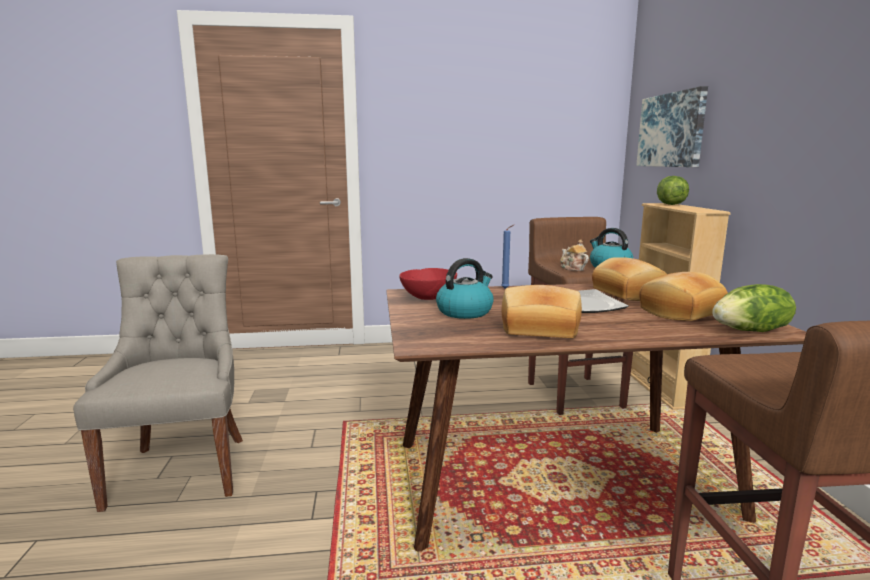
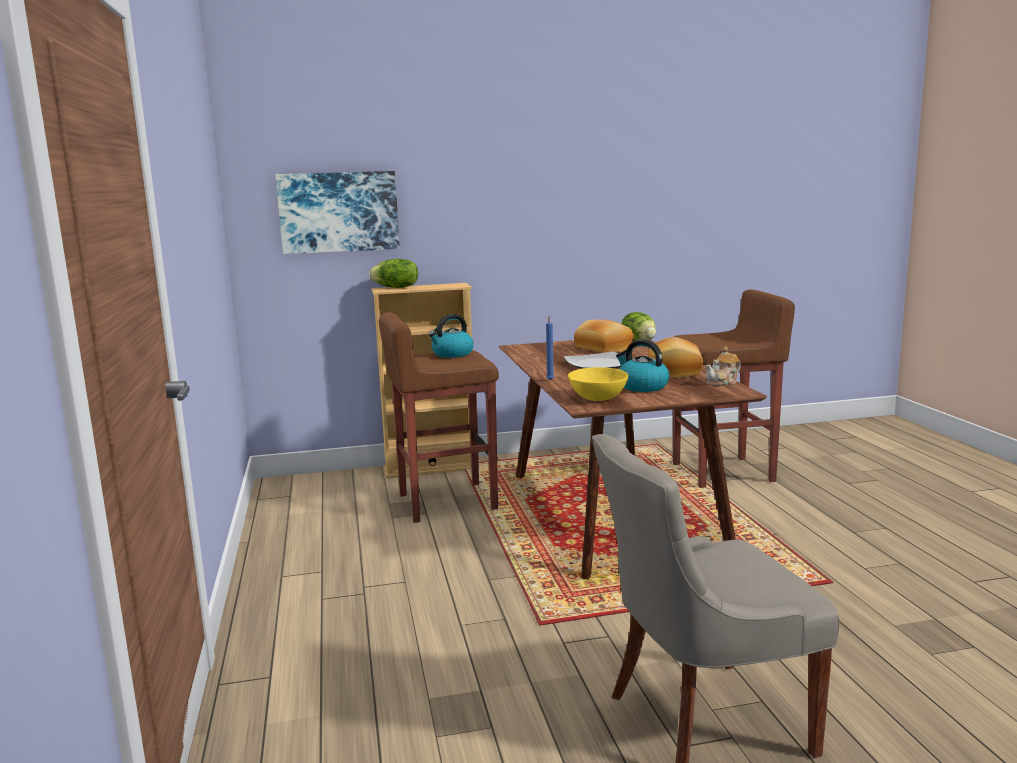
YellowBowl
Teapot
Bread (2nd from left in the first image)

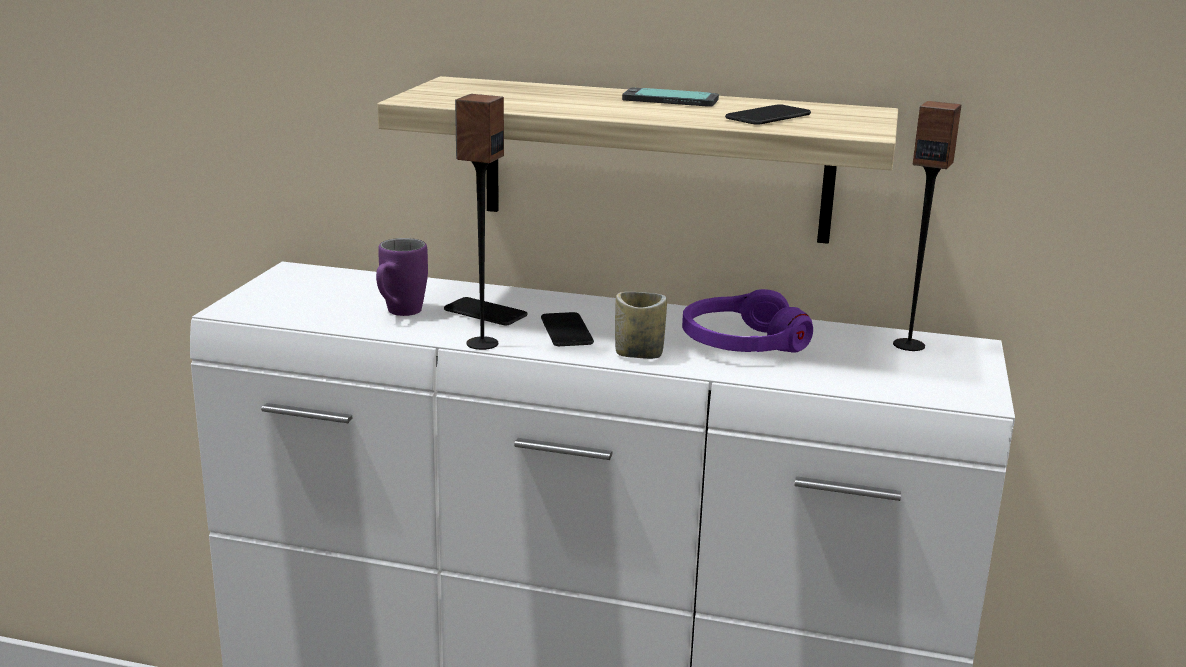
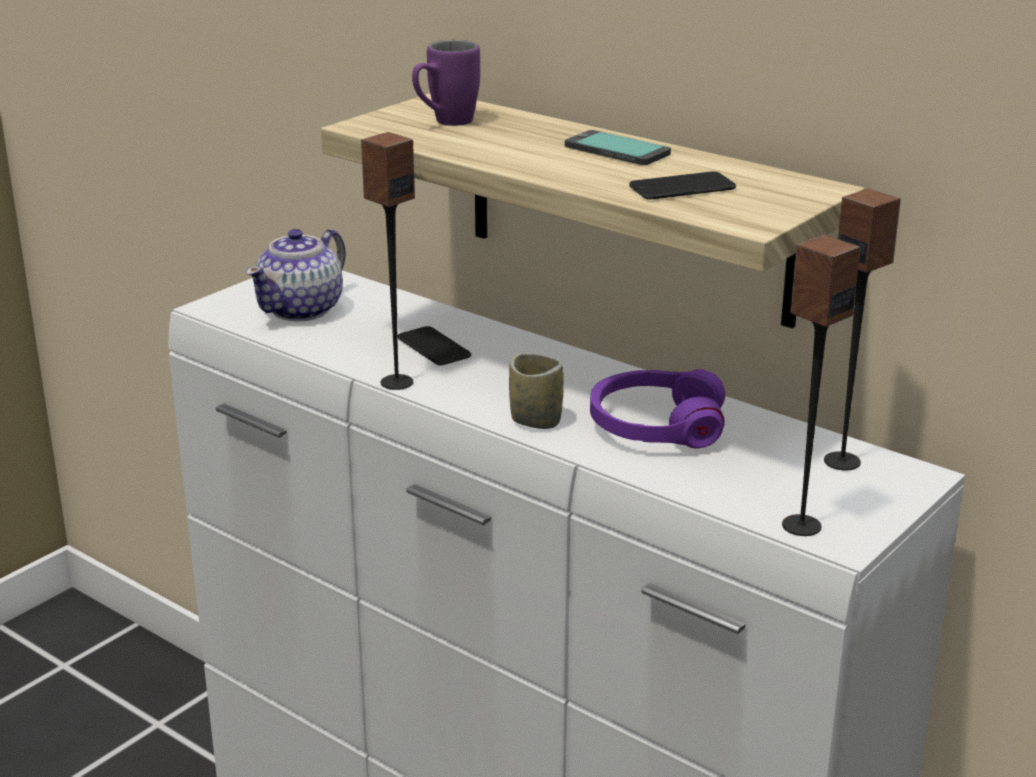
Teapot
PurpleMug
Speaker (2nd from left)
Phone (2nd from left in the first image)

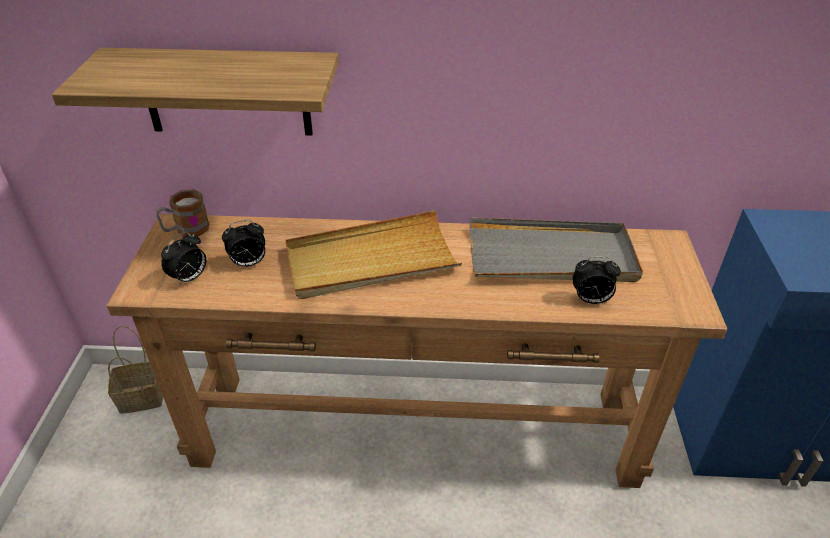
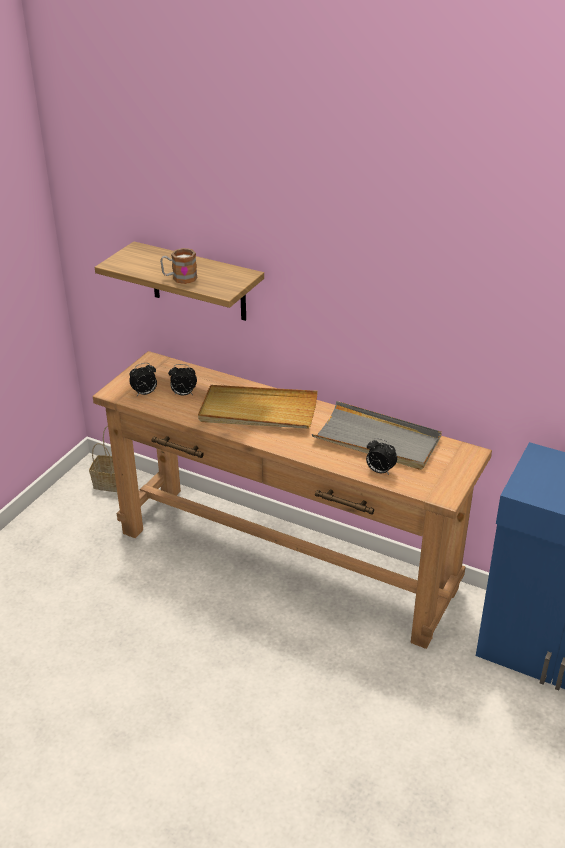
Mug

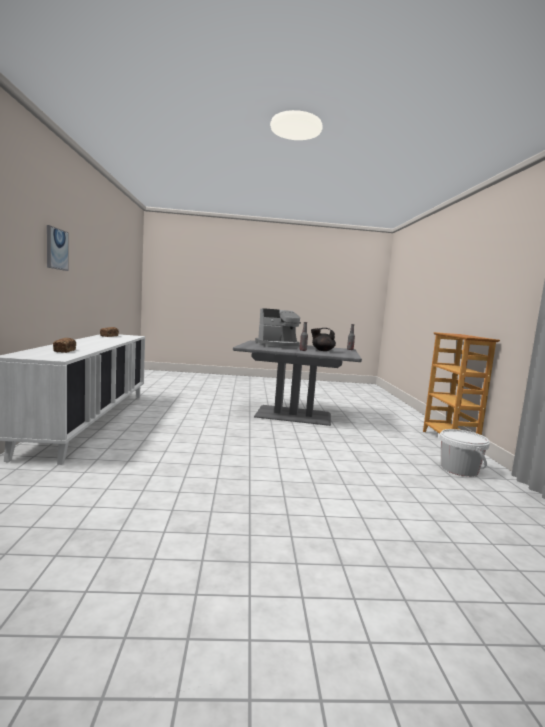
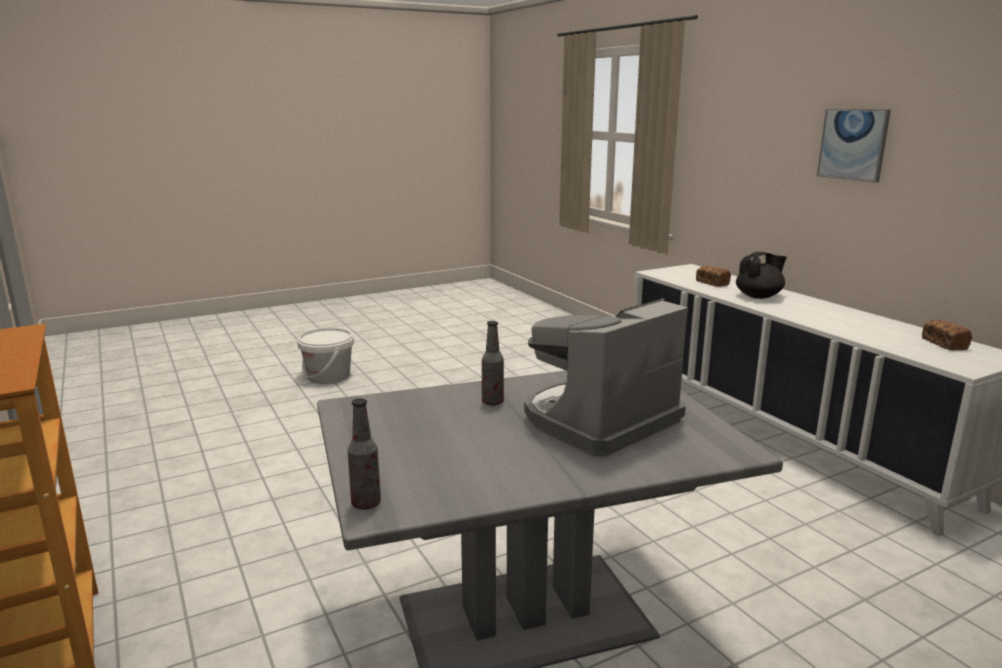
WhiteBucket
BlackTeapot

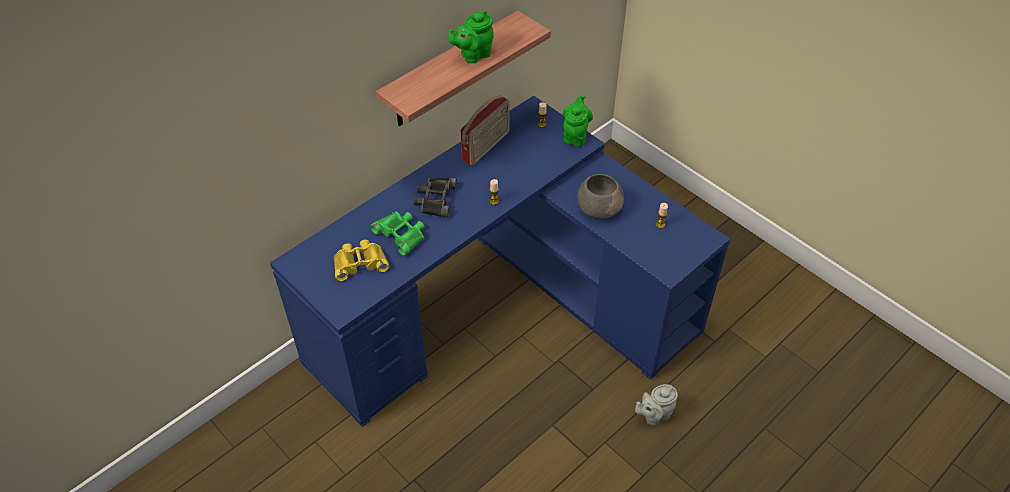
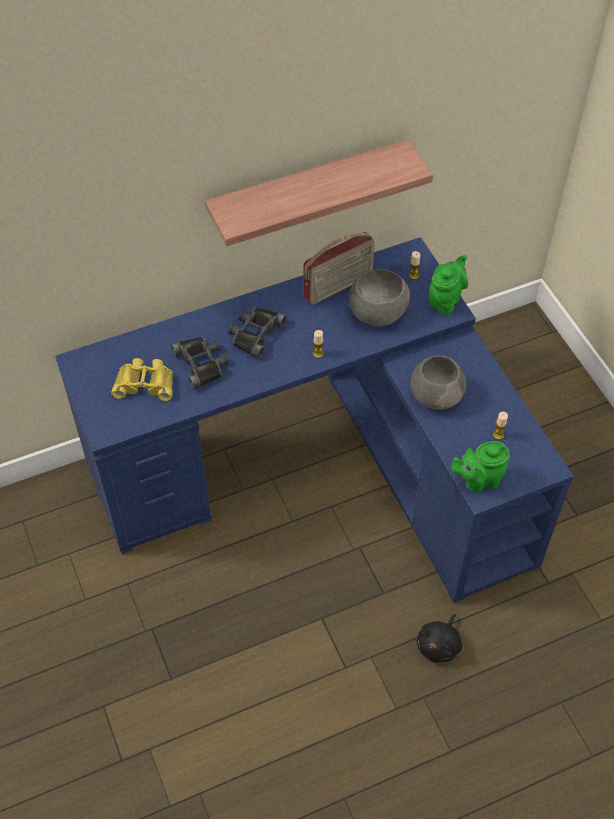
BlackBinoculars (1st from left)
GreyBowl (1st from left)
BlackPlushToy
GreenTeapot (2nd from left)

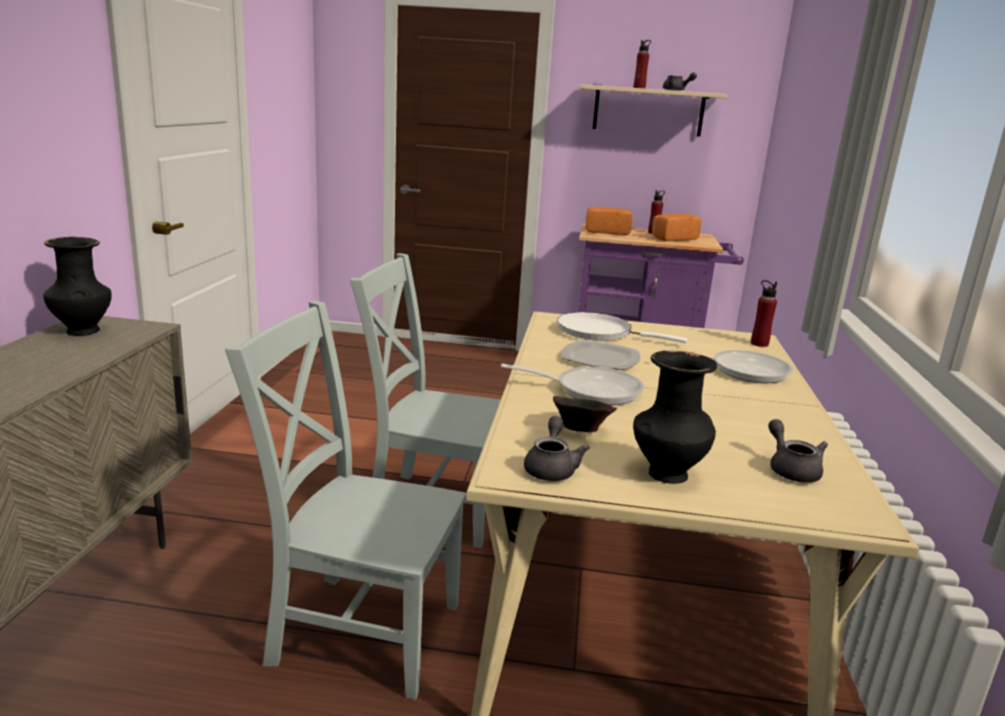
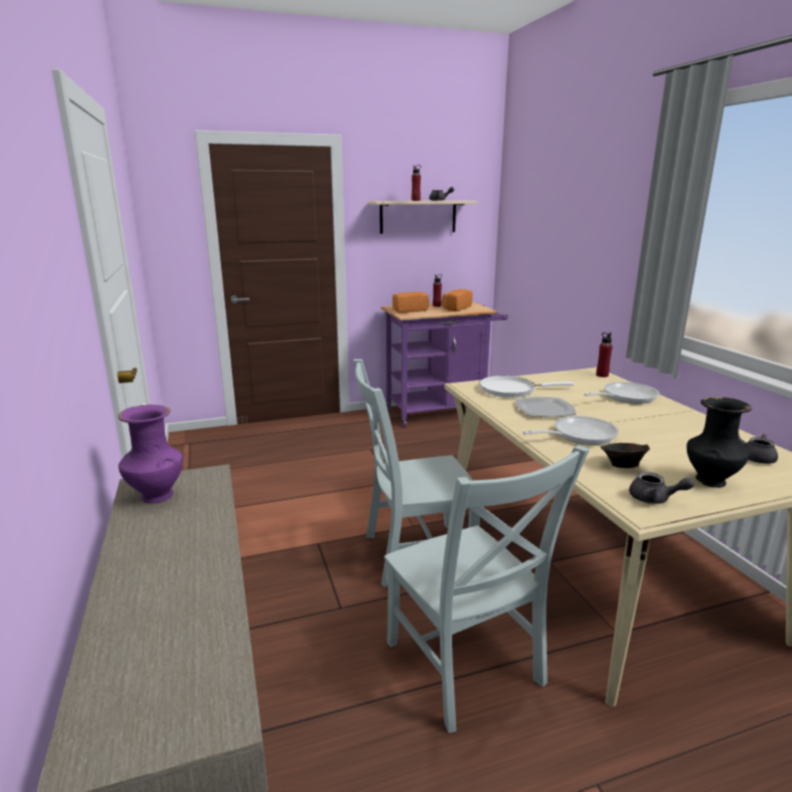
PurpleVase
GreyChair (2nd from left)
GreyTeapot (2nd from left)

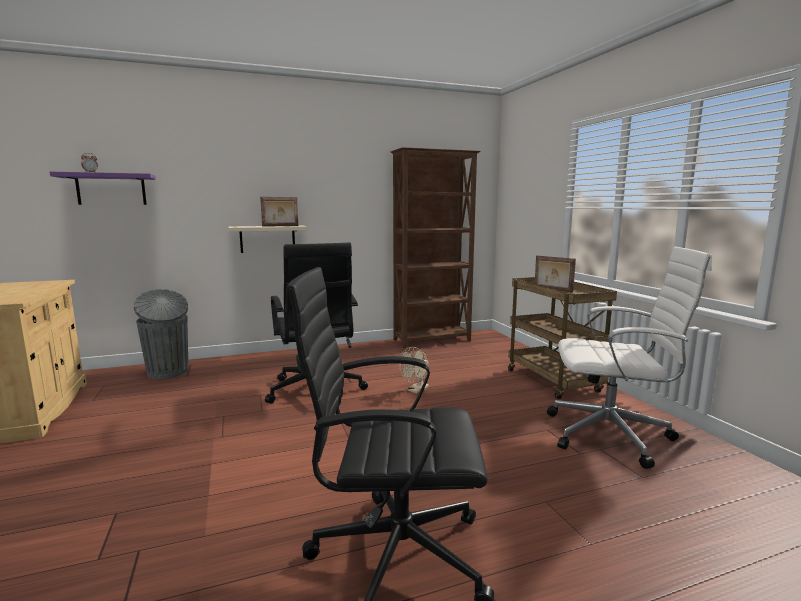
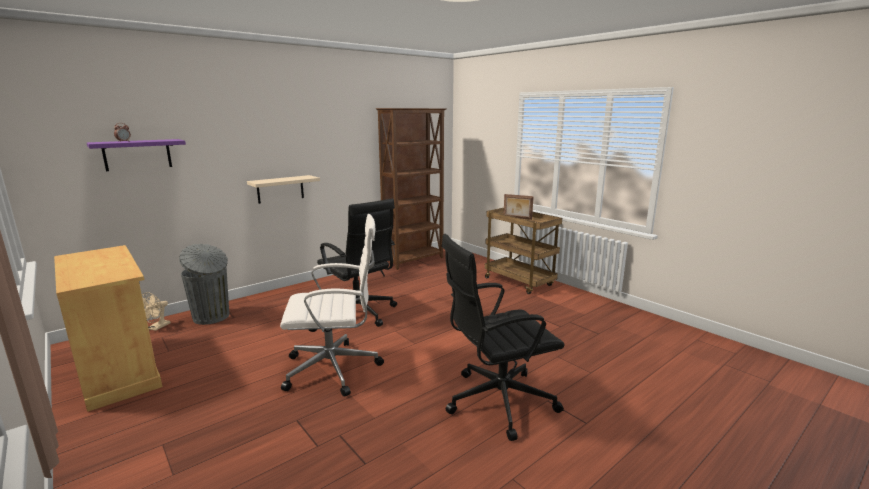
BeigeFan
WhiteOfficeChair
PictureFrame (1st from left in the first image)

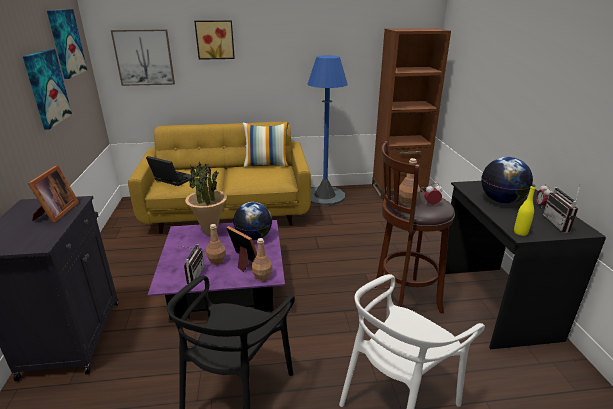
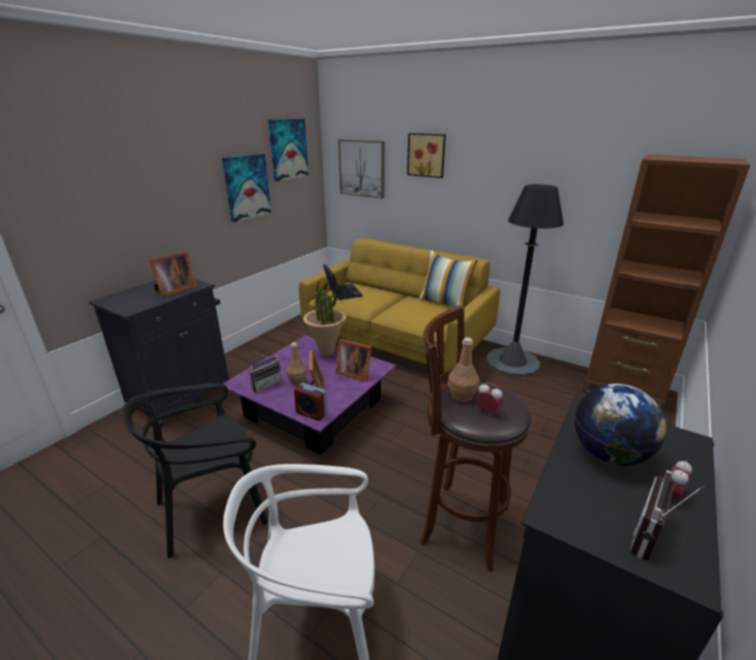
AlarmClock (1st from left)
PictureFrame (3rd from left)
BlackFloorLamp
YellowBottle

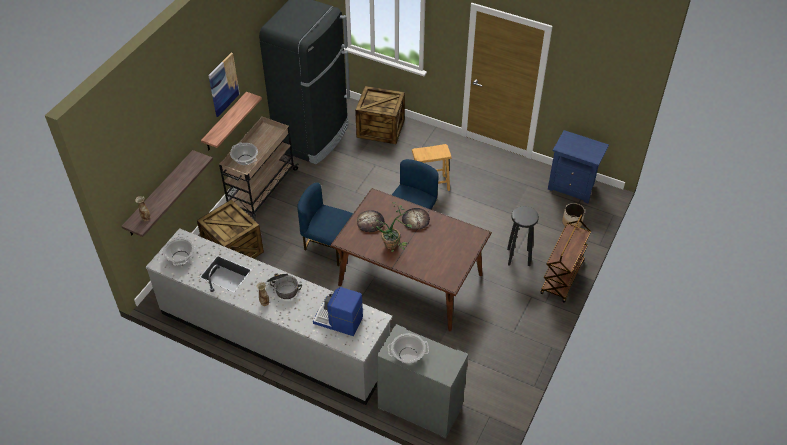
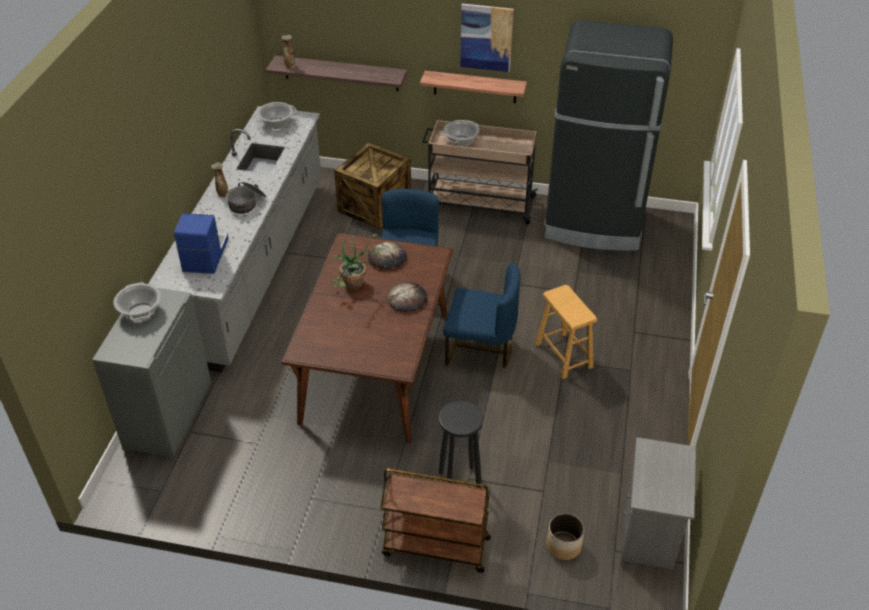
GreyNightstand
Crate (2nd from left in the first image)

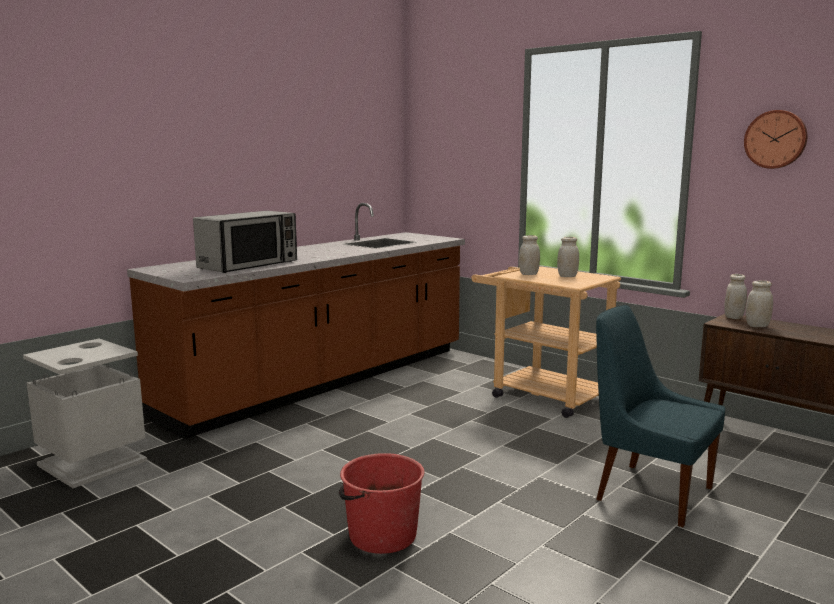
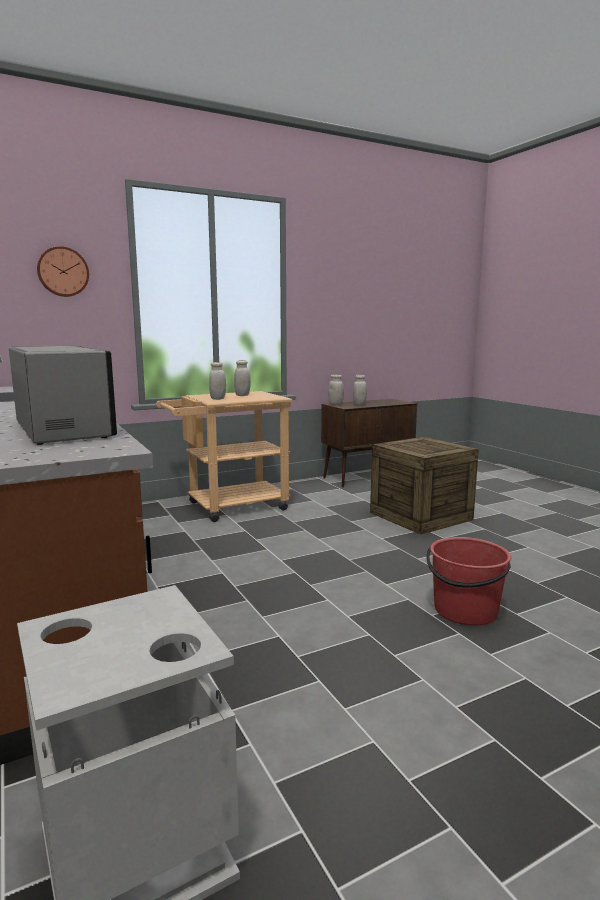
WallClock
Crate

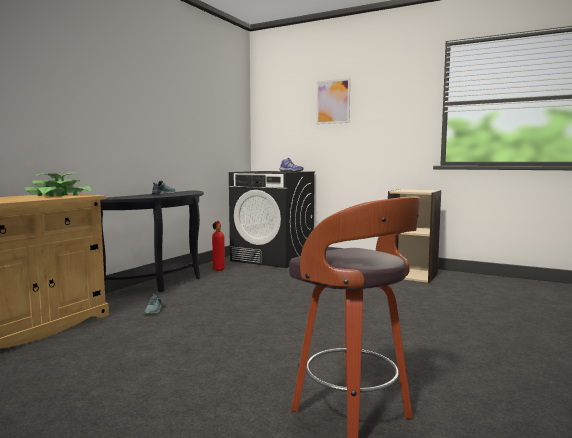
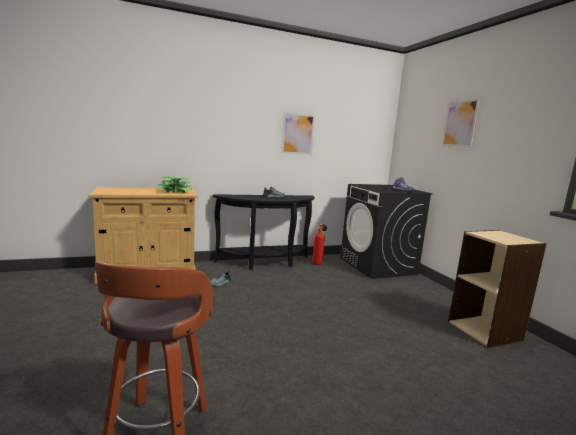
Picture (1st from left)

